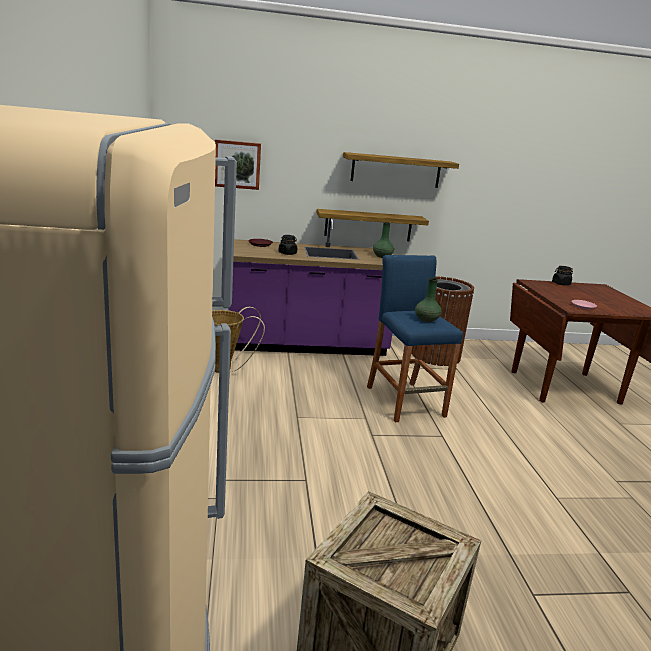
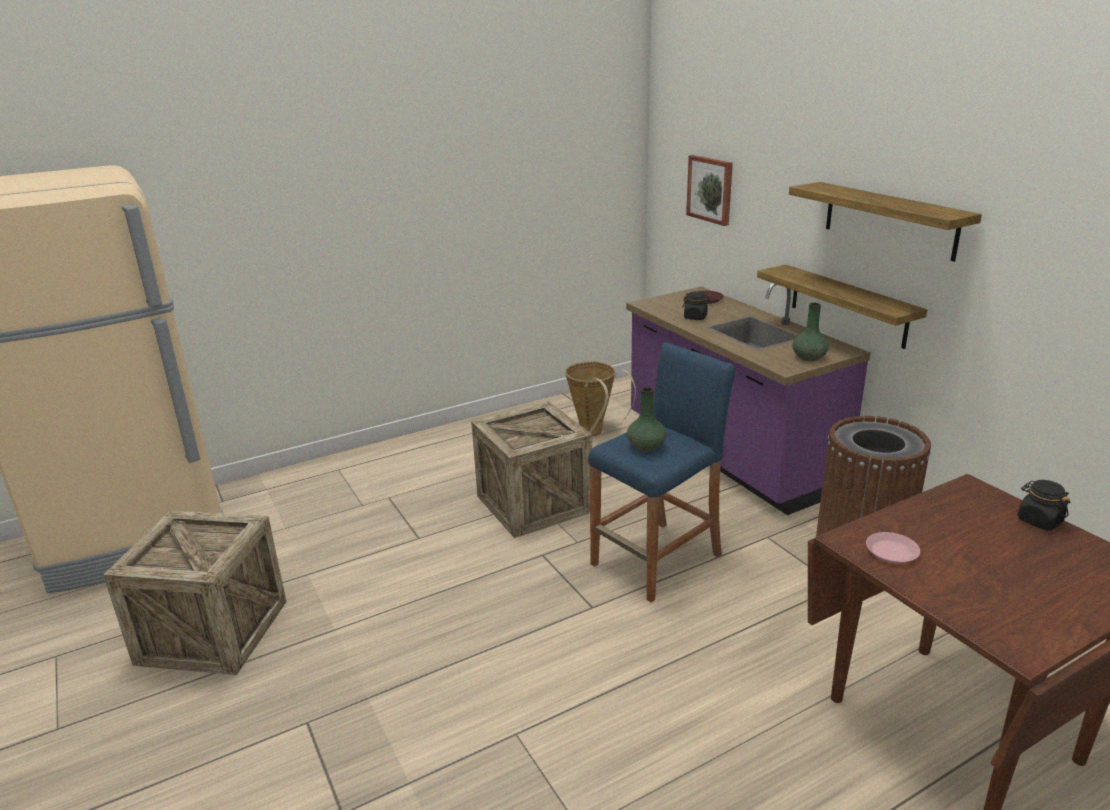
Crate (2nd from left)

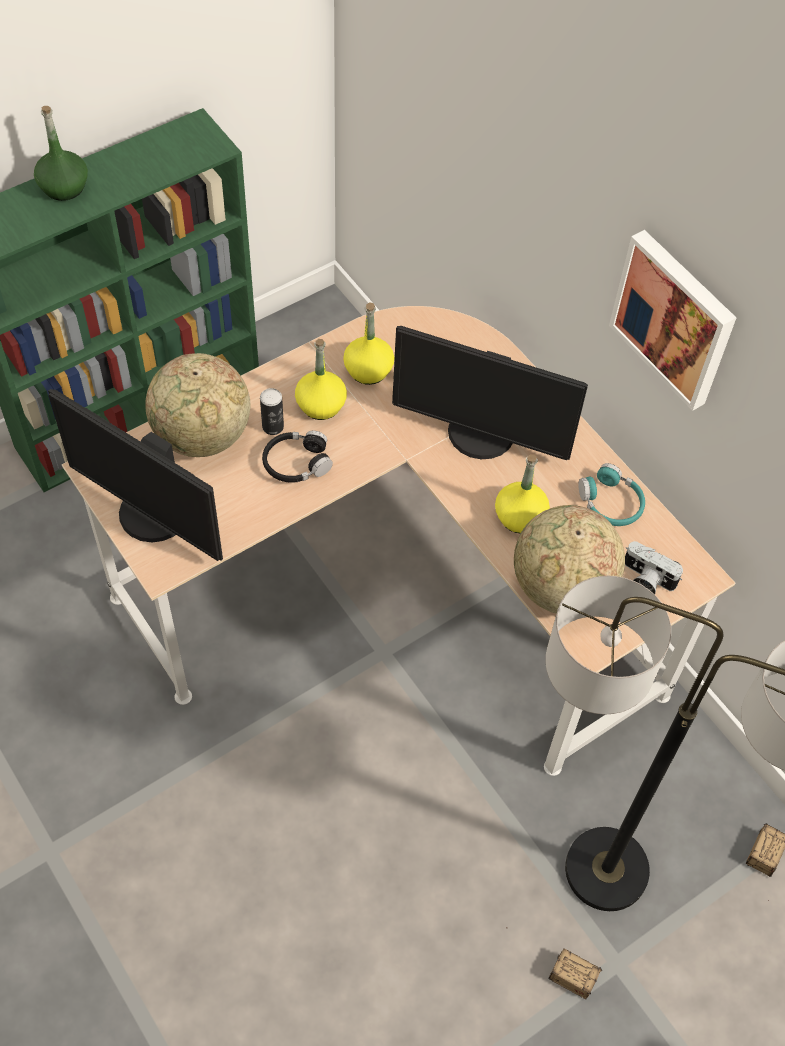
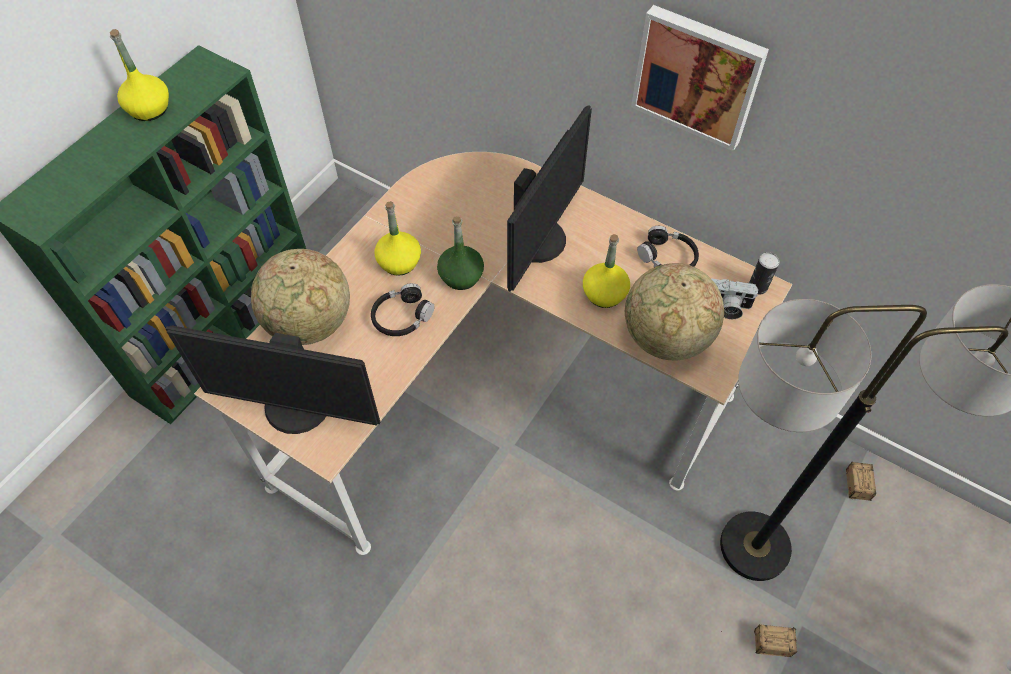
YellowBottle (1st from left)
GreenBottle
Monitor (2nd from left)
BlackHeadphones (2nd from left)
Can

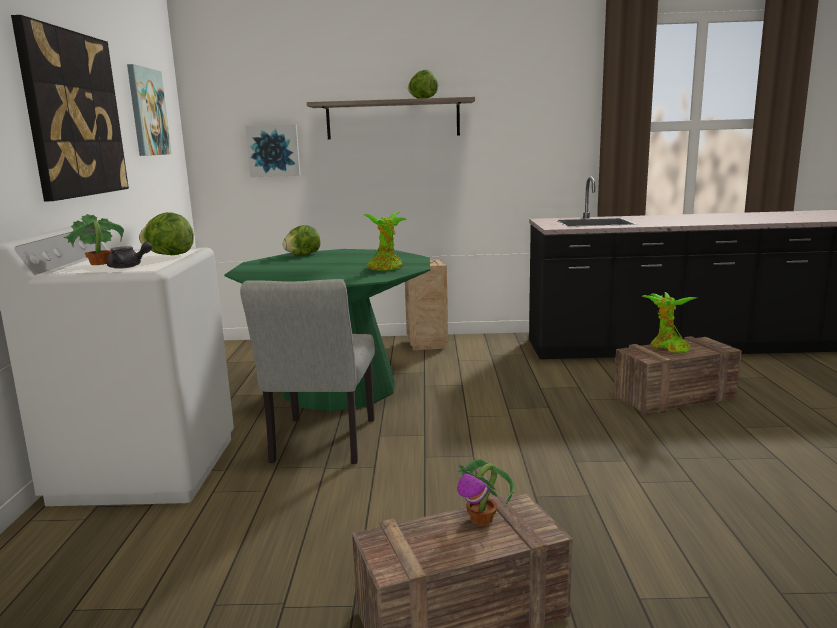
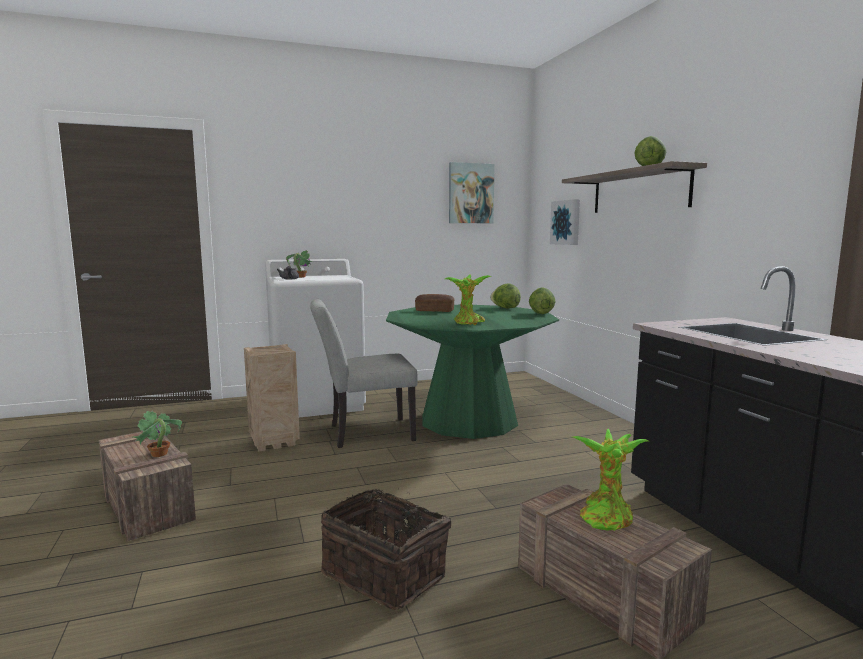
Crate (2nd from left)
Basket
Bread
Lettuce (2nd from left)
Picture (1st from left in the first image)

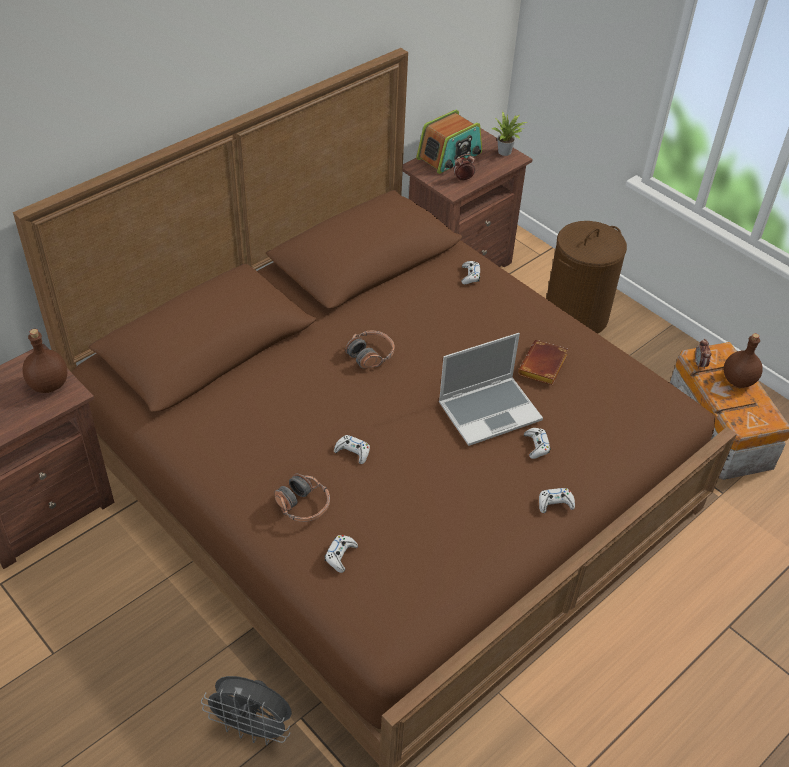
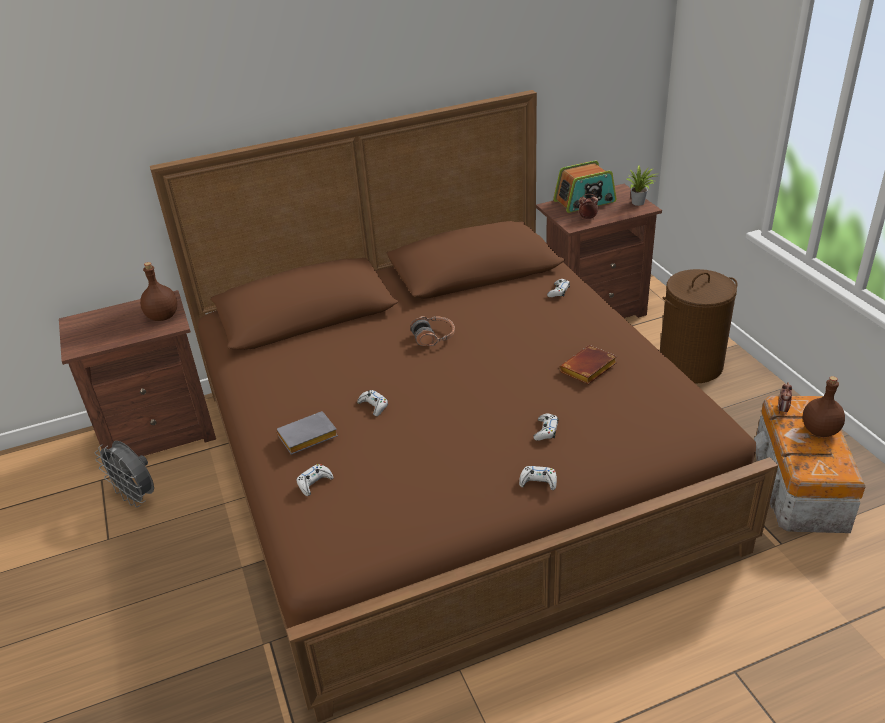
GreyFan
GreyBook
Laptop

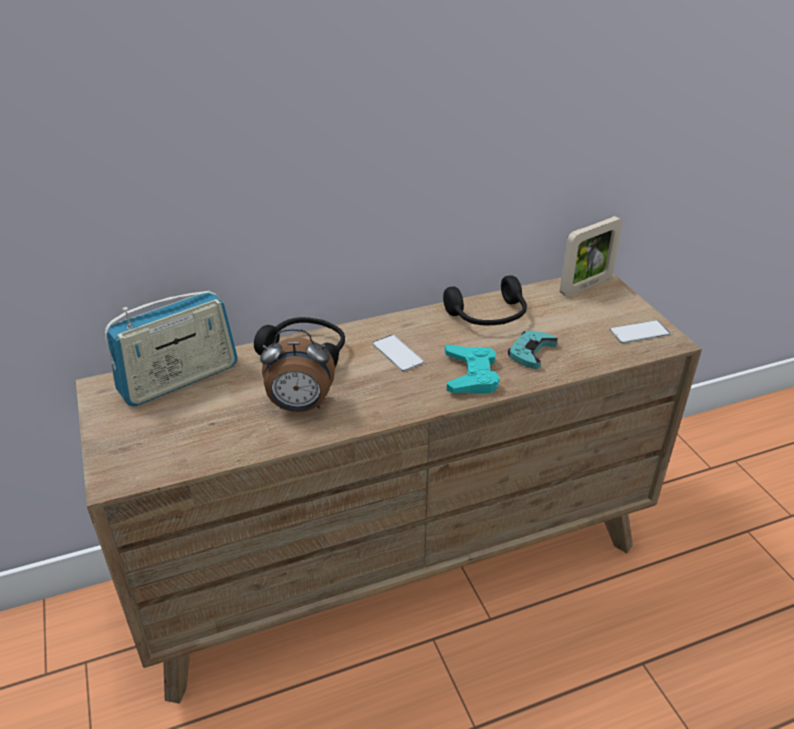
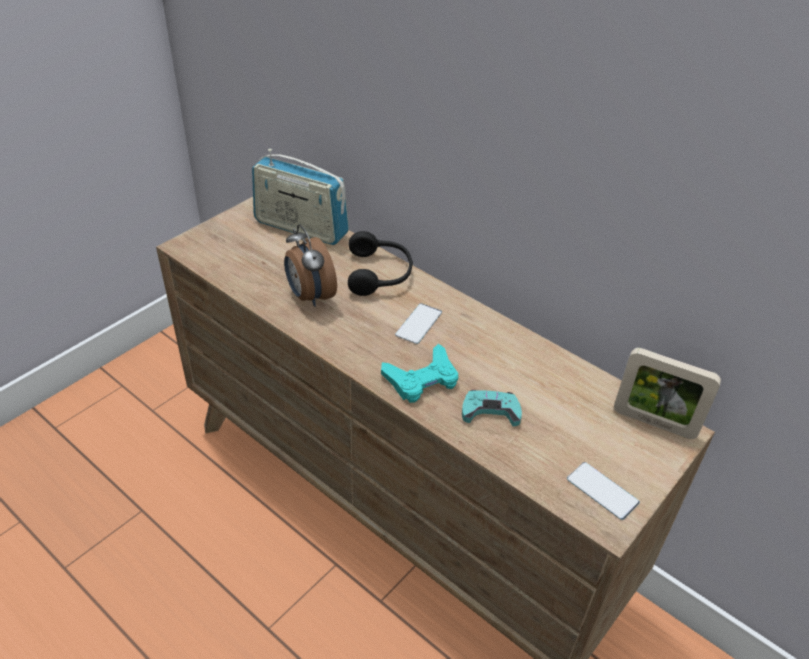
BlackHeadphones (2nd from left in the first image)

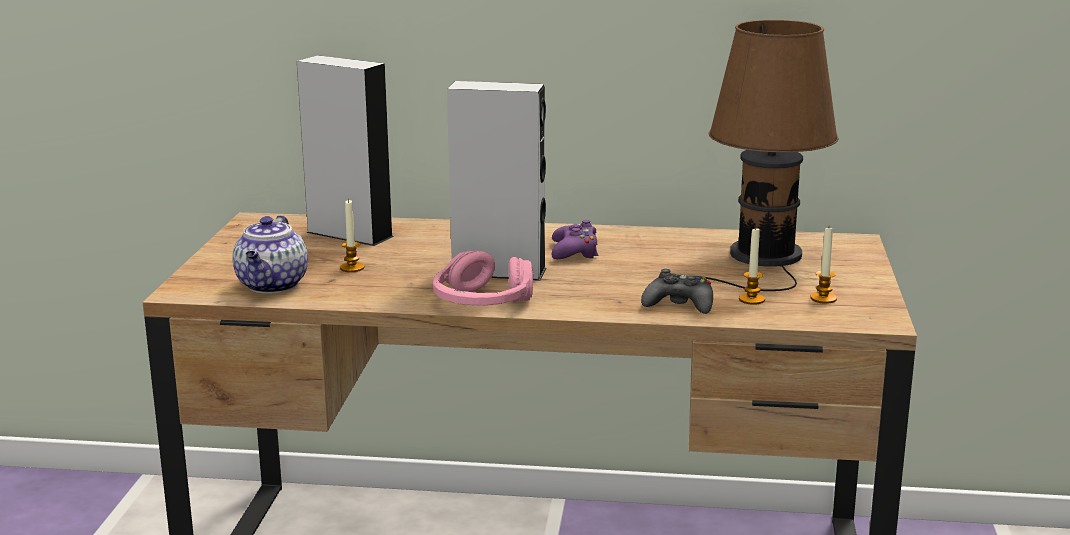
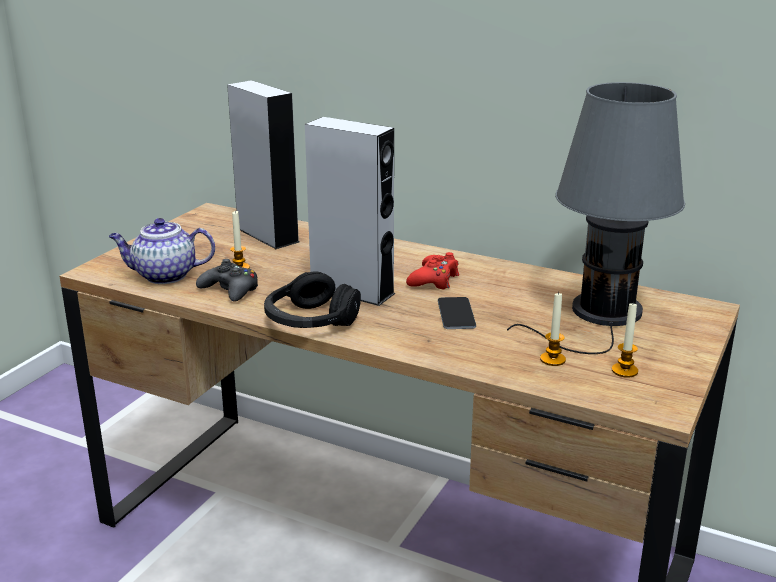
Teapot
BlackGameController
BlackHeadphones
RedGameController
Phone
GreyTableLamp

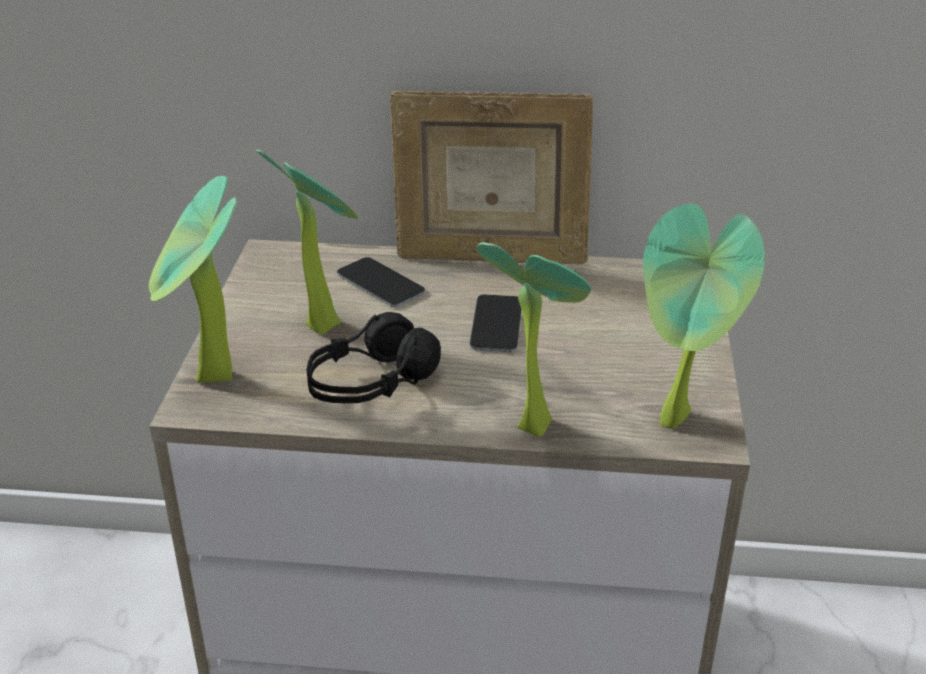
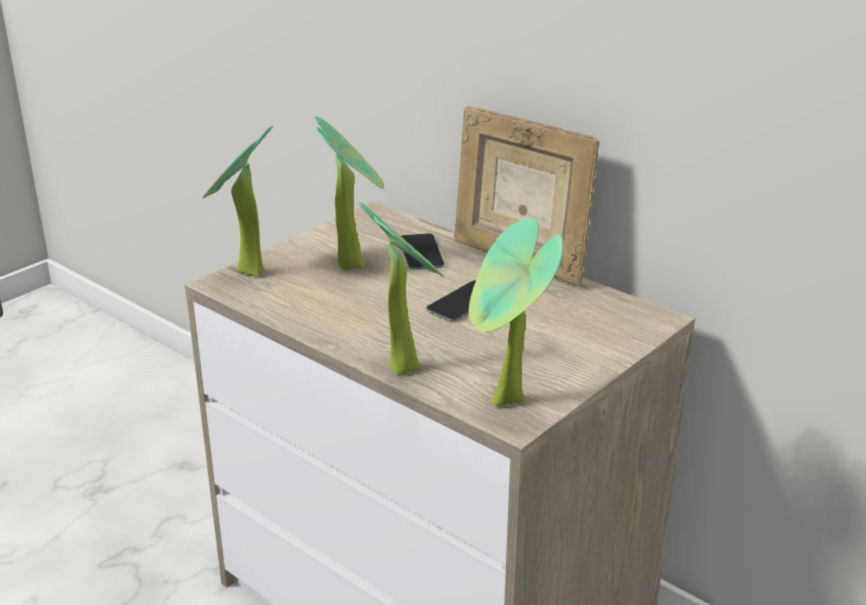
BlackHeadphones

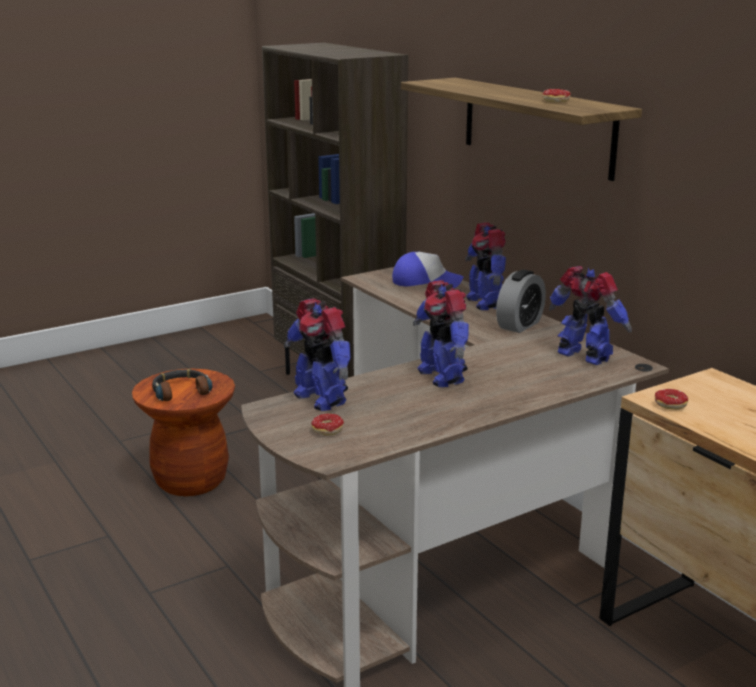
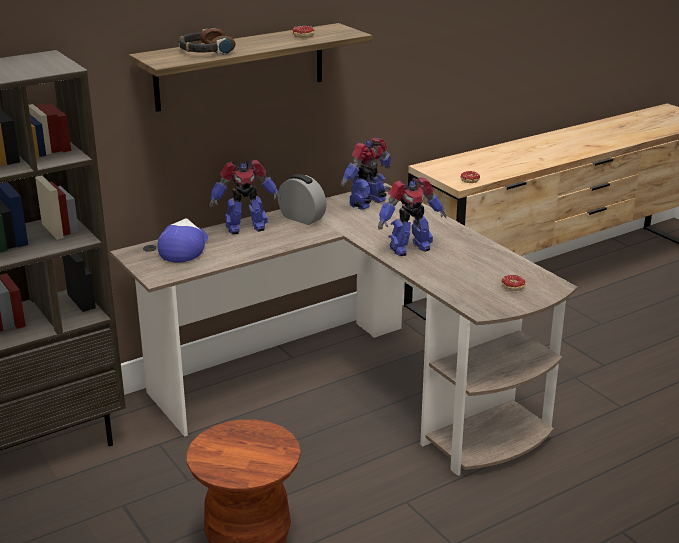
Headphones
ToyRobot (1st from left in the first image)

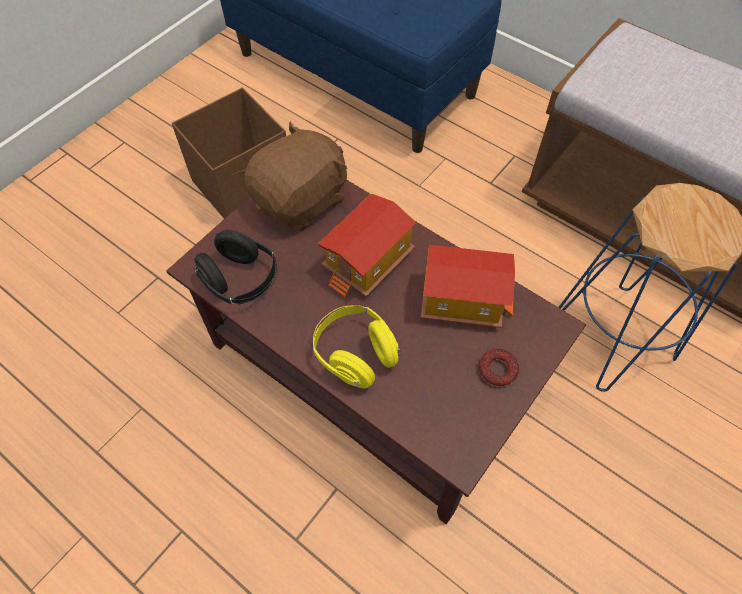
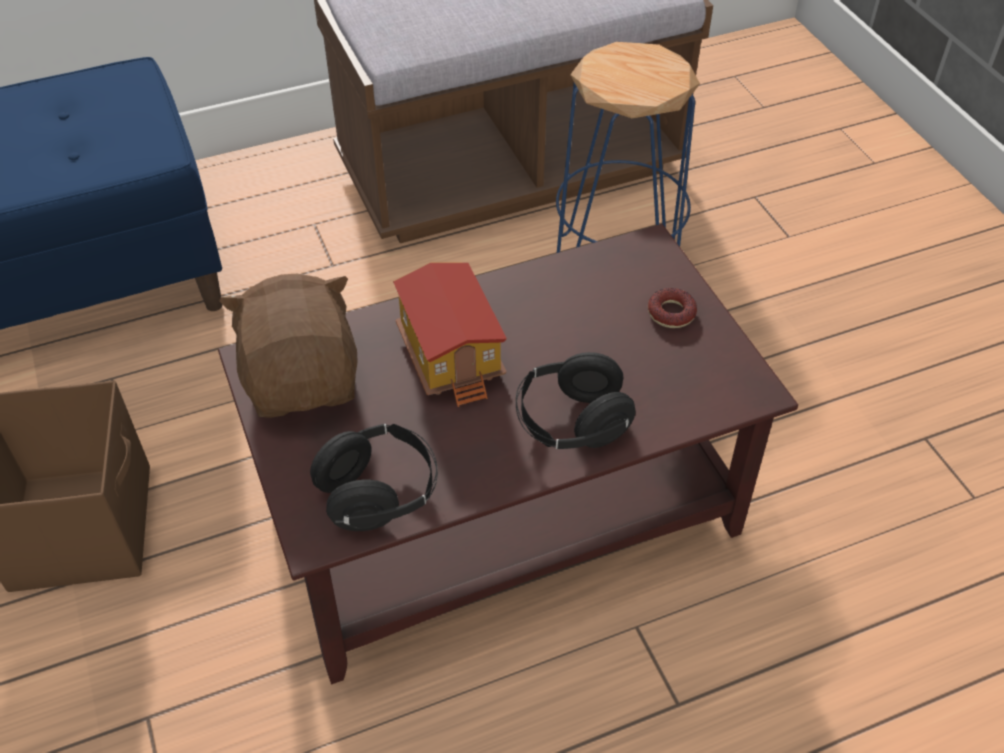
BlackHeadphones (2nd from left)
ToyHouse (2nd from left in the first image)

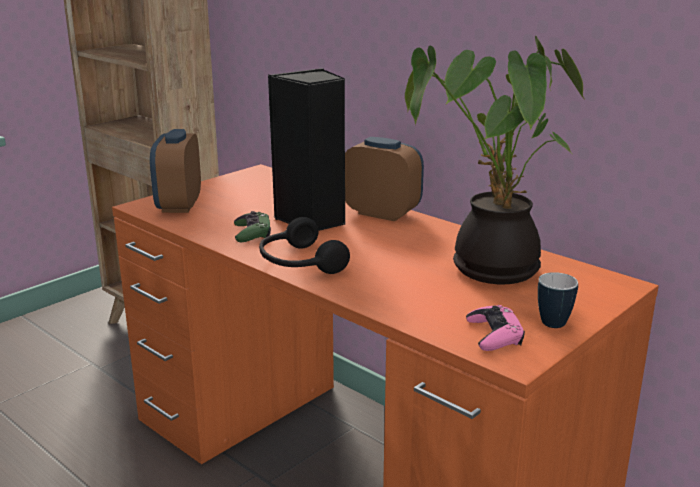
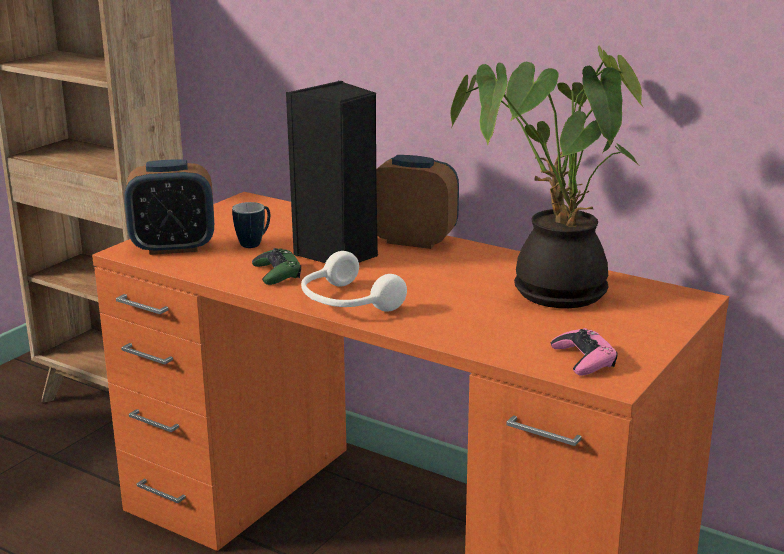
AlarmClock (1st from left)
Mug
WhiteHeadphones

